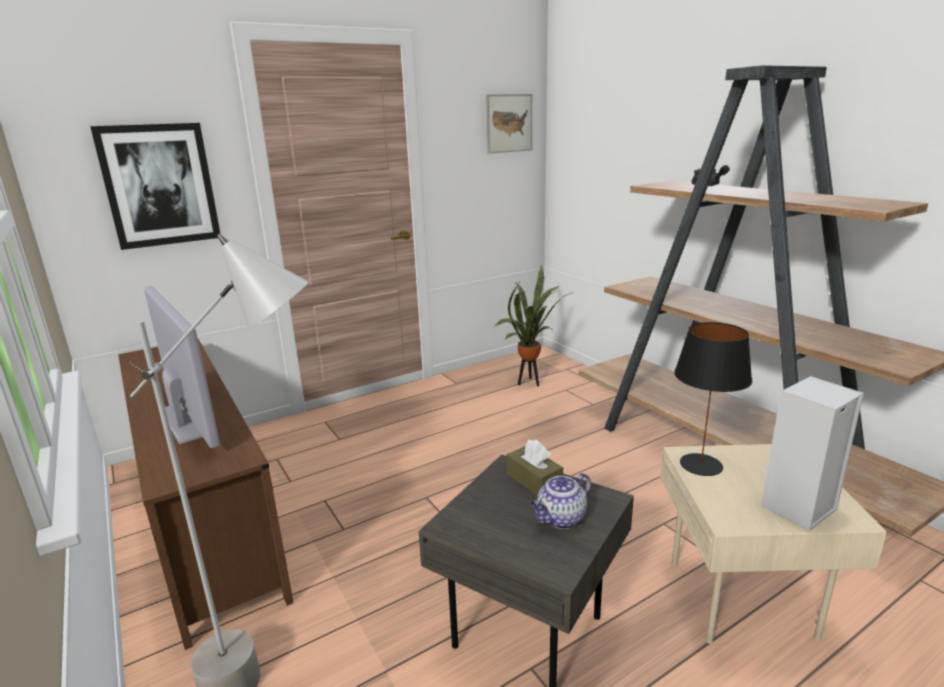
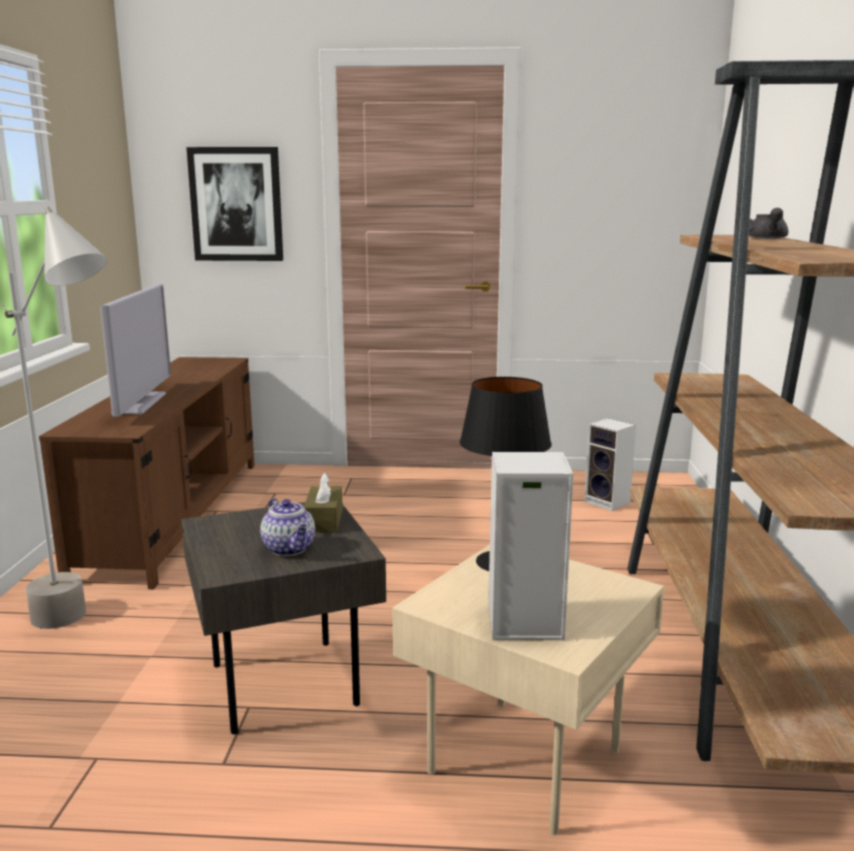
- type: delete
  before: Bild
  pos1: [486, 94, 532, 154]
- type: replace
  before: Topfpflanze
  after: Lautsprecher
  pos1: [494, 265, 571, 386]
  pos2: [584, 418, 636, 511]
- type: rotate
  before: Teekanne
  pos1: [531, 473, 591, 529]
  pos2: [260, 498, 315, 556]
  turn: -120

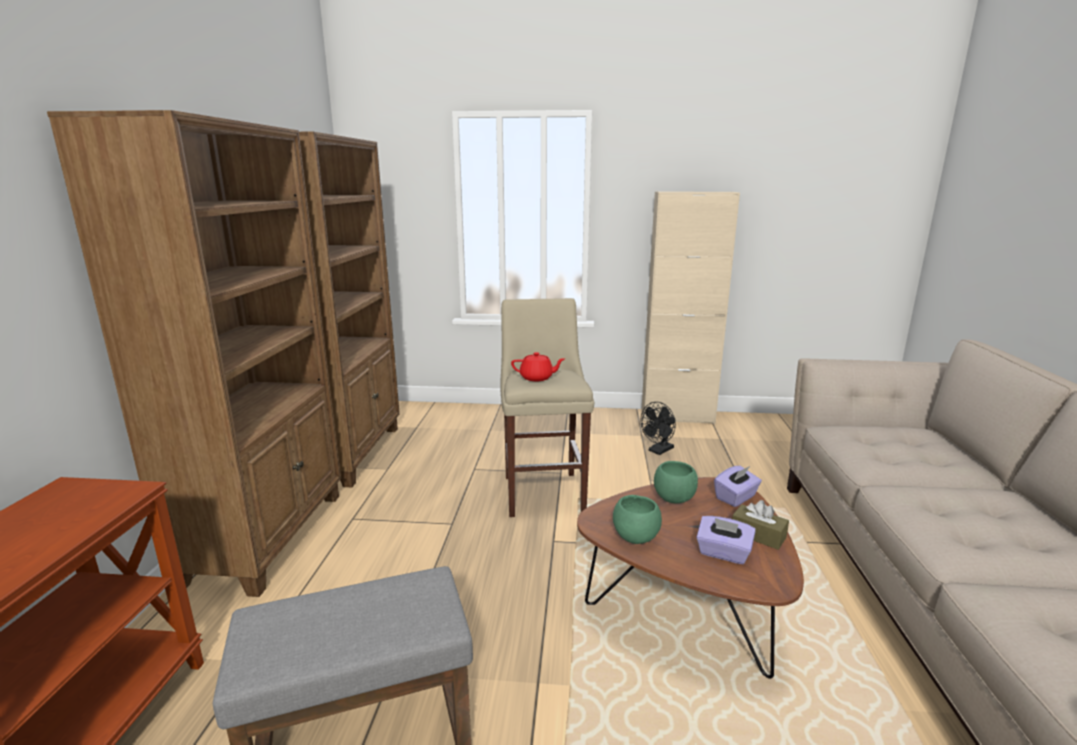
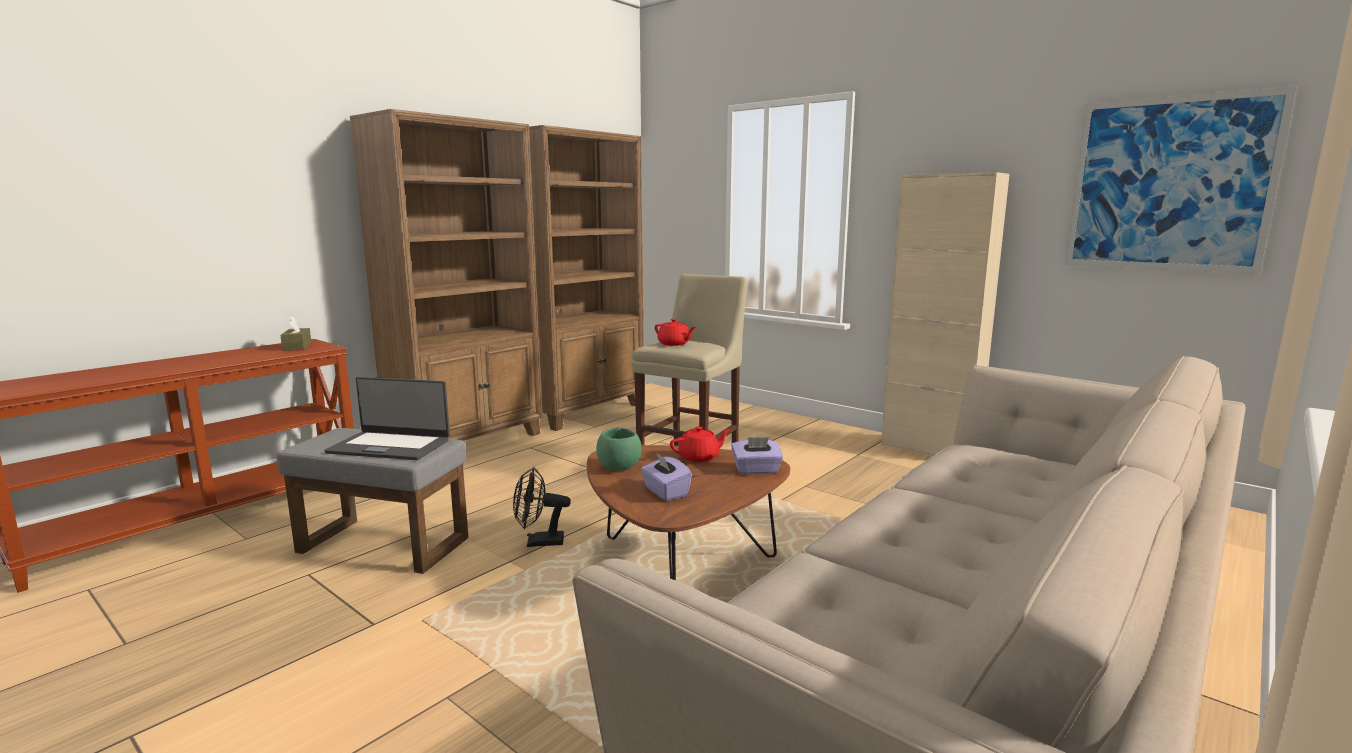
- type: move
  before: Ventilator (schwarz)
  pos1: [640, 402, 676, 455]
  pos2: [513, 467, 571, 547]
- type: replace
  before: Schüssel (grün)
  after: Teekanne (rot)
  pos1: [654, 461, 698, 504]
  pos2: [670, 426, 731, 462]
- type: move
  before: Taschentuchbox (braun)
  pos1: [732, 500, 789, 550]
  pos2: [280, 316, 312, 351]
- type: insert
  after: Laptop
  pos2: [325, 377, 450, 460]
- type: insert
  after: Bild
  pos2: [1065, 86, 1297, 274]

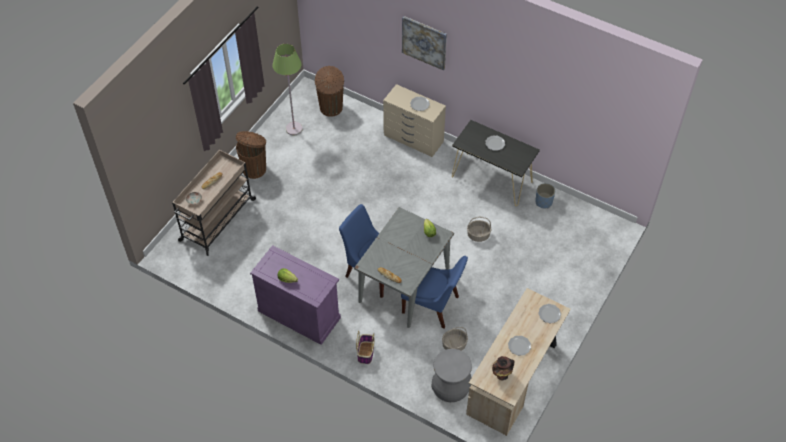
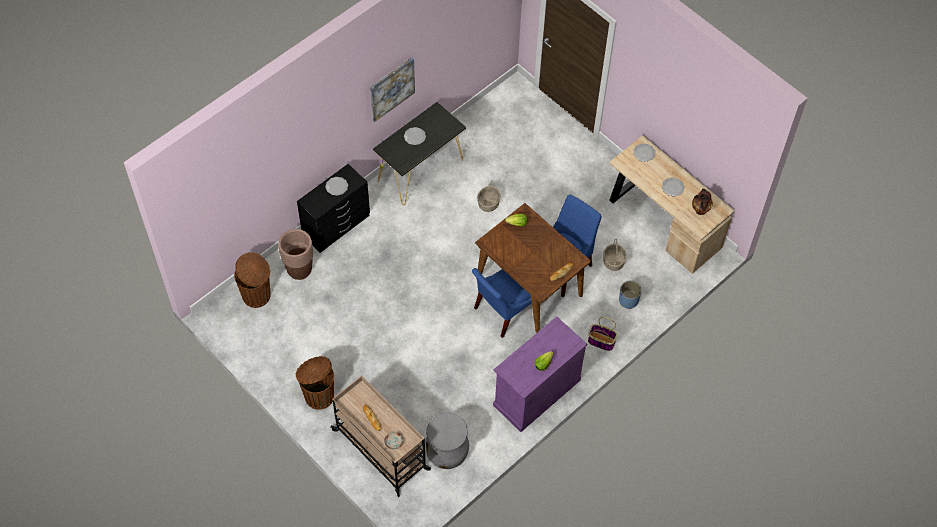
- type: delete
  before: Stehlampe (grün)
  pos1: [272, 44, 303, 135]
- type: recolor
  before: Esstisch (grau)
  after: Esstisch (braun)
  pos1: [354, 207, 454, 328]
  pos2: [475, 203, 591, 333]
- type: recolor
  before: Kommode (beige)
  after: Kommode (schwarz)
  pos1: [383, 84, 446, 157]
  pos2: [297, 164, 370, 253]
- type: move
  before: Bild
  pos1: [402, 16, 447, 70]
  pos2: [370, 57, 415, 122]
- type: move
  before: Hocker (grau)
  pos1: [432, 349, 472, 402]
  pos2: [425, 413, 469, 469]
- type: move
  before: Pflanzkübel (blau)
  pos1: [535, 183, 555, 208]
  pos2: [619, 280, 642, 309]
- type: insert
  after: Pflanzkübel (braun)
  pos2: [278, 229, 313, 280]

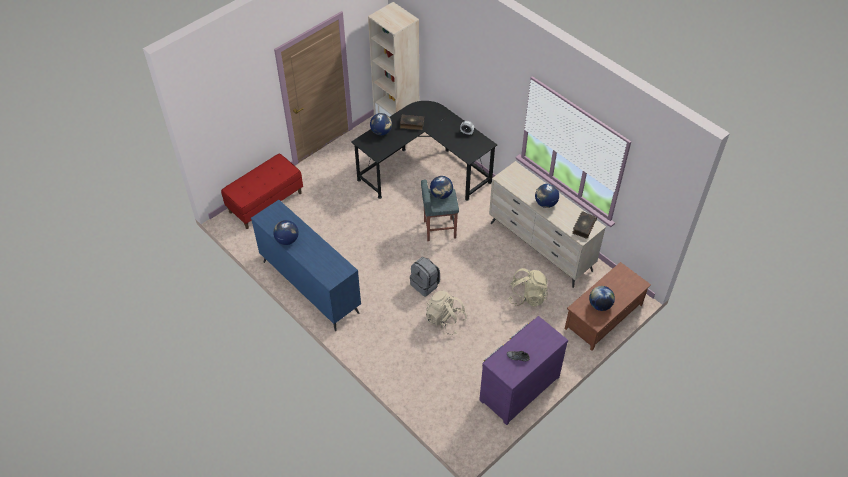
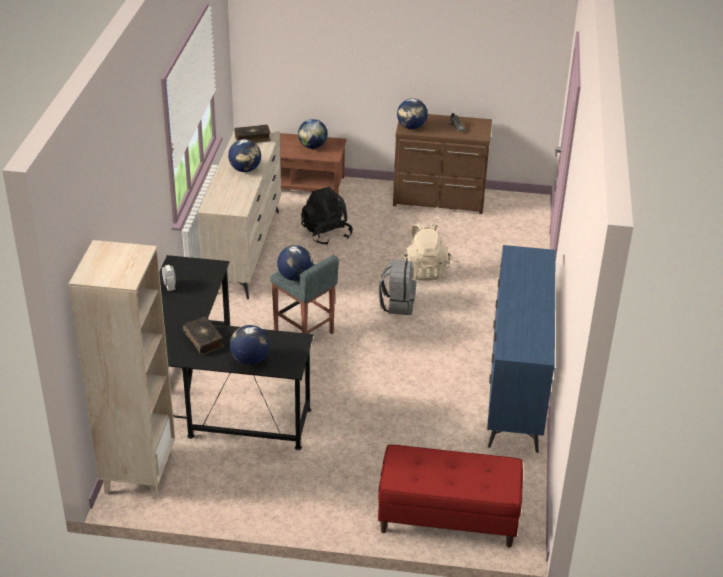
- type: move
  before: Globus
  pos1: [273, 220, 299, 245]
  pos2: [397, 98, 428, 129]
- type: recolor
  before: Kommode (lila)
  after: Kommode (braun)
  pos1: [479, 316, 568, 425]
  pos2: [393, 114, 492, 214]
- type: recolor
  before: Rucksack (beige)
  after: Rucksack (schwarz)
  pos1: [508, 268, 548, 307]
  pos2: [301, 187, 353, 245]

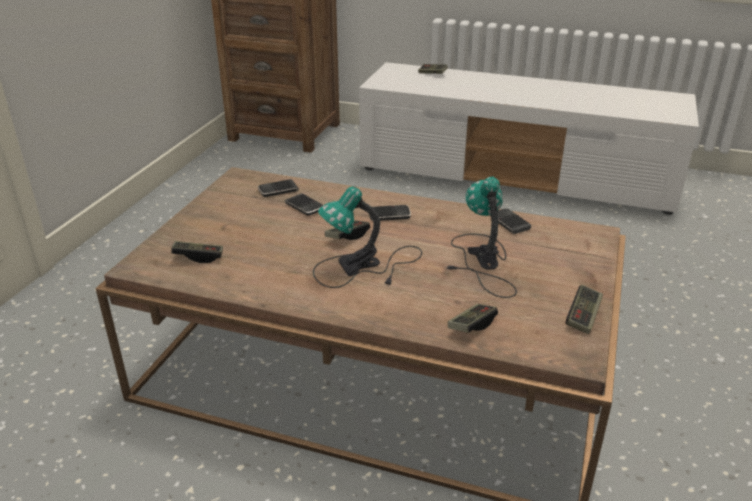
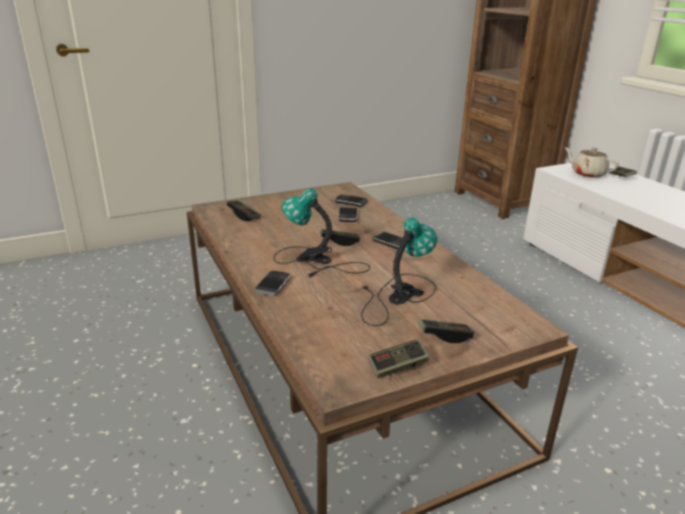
- type: move
  before: Gamepad
  pos1: [448, 304, 498, 333]
  pos2: [418, 319, 474, 343]
- type: move
  before: Handy
  pos1: [490, 209, 531, 234]
  pos2: [255, 271, 291, 296]
- type: insert
  after: Teekanne (beige)
  pos2: [564, 147, 619, 178]

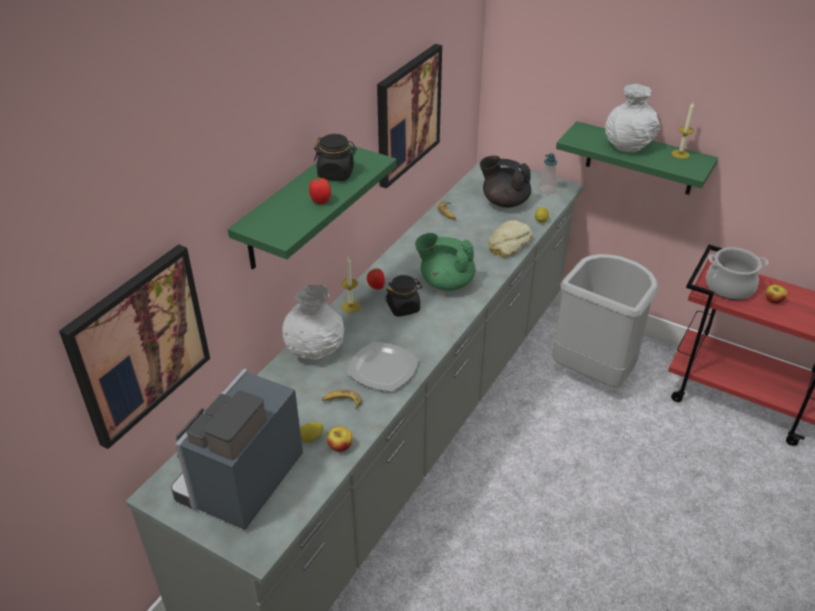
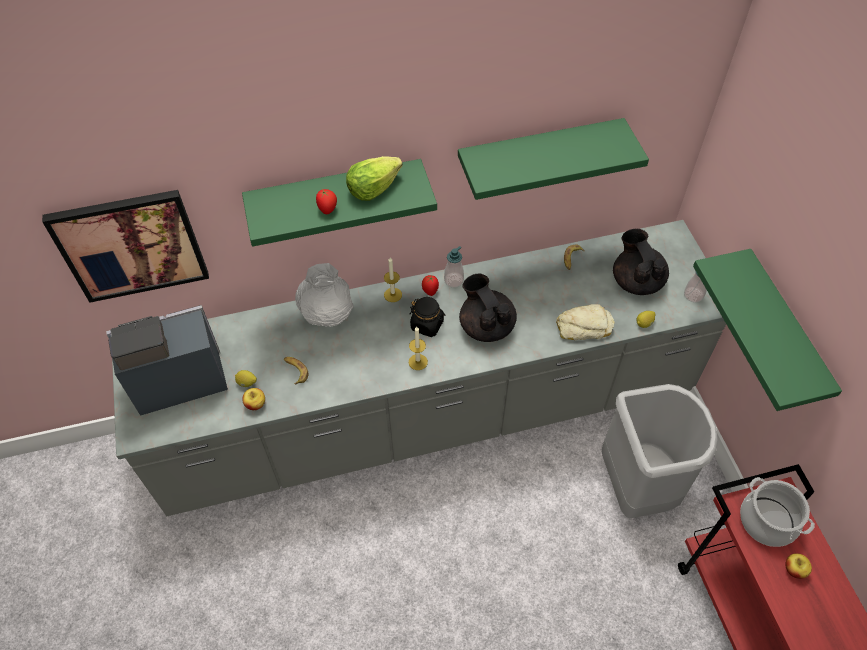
- type: replace
  before: Vorratsglas (schwarz)
  after: Salatkopf
  pos1: [314, 134, 357, 181]
  pos2: [346, 156, 403, 201]
- type: delete
  before: Teller
  pos1: [346, 341, 419, 392]
- type: replace
  before: Bild
  after: Wandregal (grün)
  pos1: [377, 44, 442, 189]
  pos2: [458, 118, 649, 200]
- type: recolor
  before: Teekanne (grün)
  after: Teekanne (schwarz)
  pos1: [415, 233, 476, 291]
  pos2: [459, 274, 517, 342]
- type: delete
  before: Vase (weiß)
  pos1: [605, 83, 661, 152]
- type: move
  before: Kerze
  pos1: [671, 102, 694, 159]
  pos2: [409, 326, 428, 370]
- type: insert
  after: Seifenspender
  pos2: [444, 246, 464, 288]

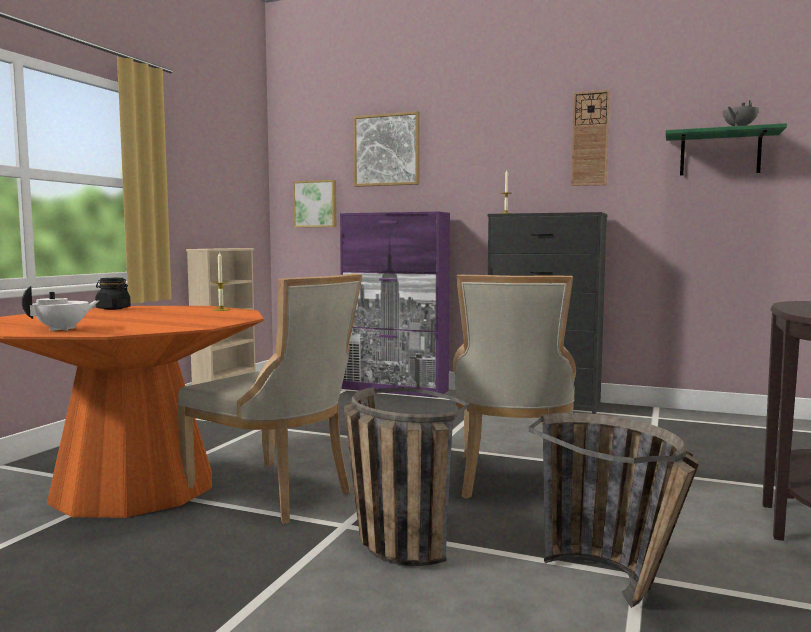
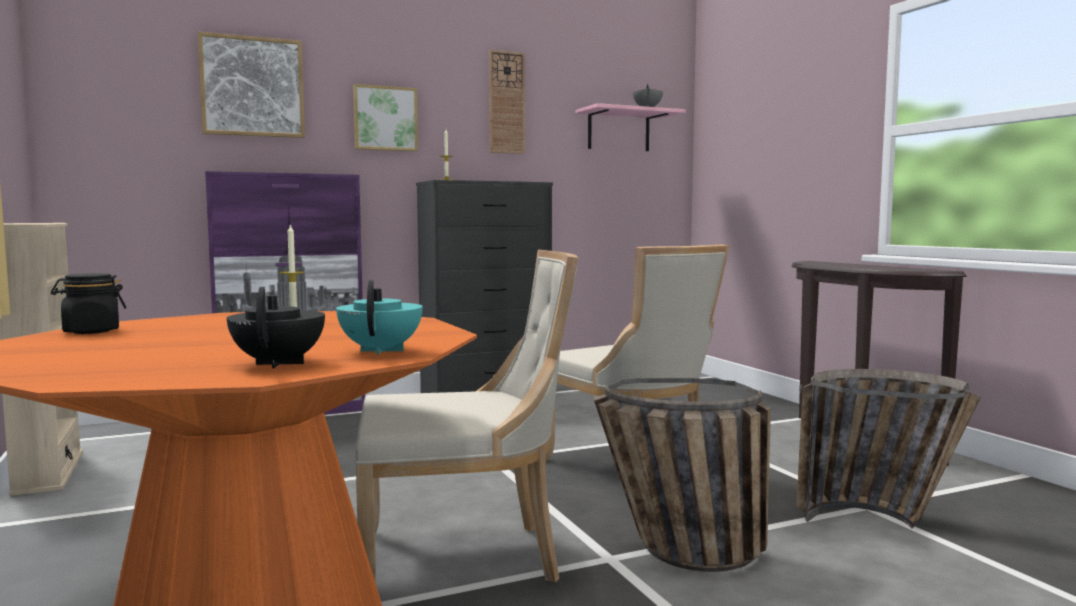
- type: recolor
  before: Teekanne (weiß)
  after: Teekanne (schwarz)
  pos1: [22, 286, 100, 331]
  pos2: [227, 287, 325, 368]
- type: move
  before: Bild
  pos1: [293, 180, 336, 227]
  pos2: [353, 84, 418, 151]
- type: recolor
  before: Wandregal (grün)
  after: Wandregal (rosa)
  pos1: [666, 123, 787, 176]
  pos2: [576, 103, 686, 151]
- type: insert
  after: Teekanne (türkis)
  pos2: [336, 280, 423, 355]

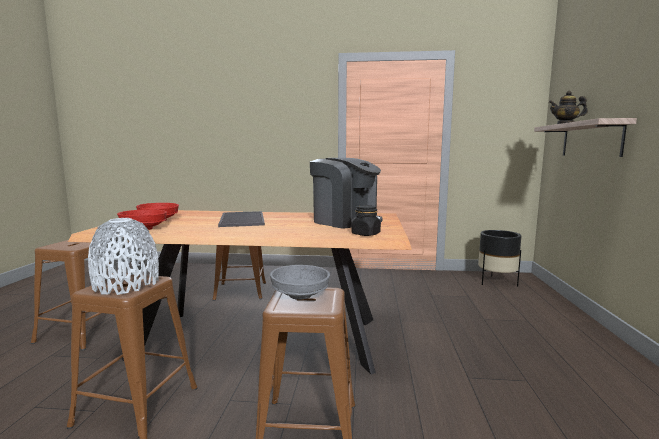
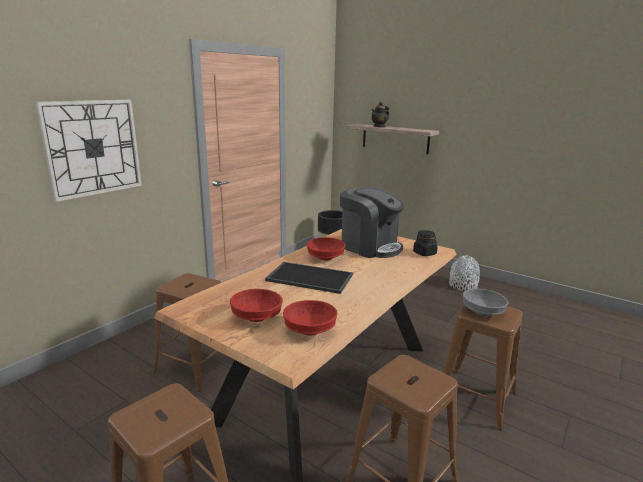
- type: move
  before: Vase (grau)
  pos1: [88, 218, 159, 295]
  pos2: [449, 256, 480, 291]
- type: rotate
  before: Kaffeemaschine
  pos1: [310, 158, 383, 229]
  pos2: [340, 187, 404, 258]
  turn: 60
- type: insert
  after: Wanduhr
  pos2: [35, 100, 142, 202]
- type: insert
  after: Schüssel (rot)
  pos2: [307, 237, 345, 261]

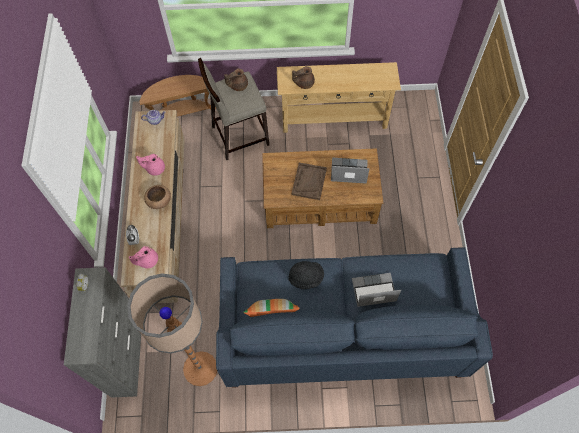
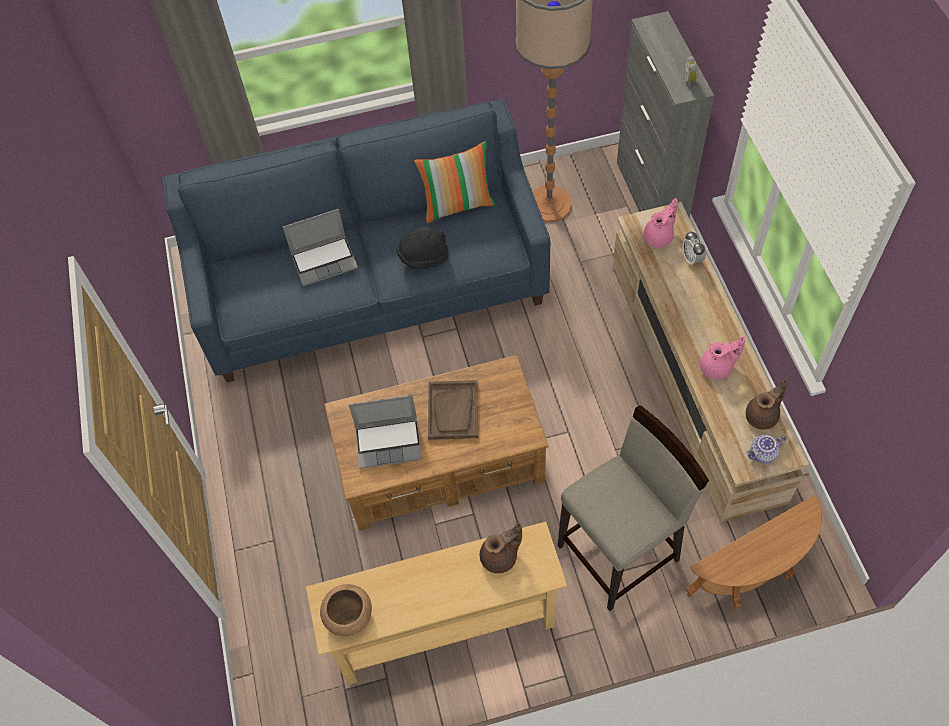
- type: move
  before: Schüssel (braun)
  pos1: [144, 185, 171, 209]
  pos2: [320, 584, 372, 636]
- type: move
  before: Teekanne (braun)
  pos1: [224, 68, 248, 91]
  pos2: [746, 379, 788, 430]

